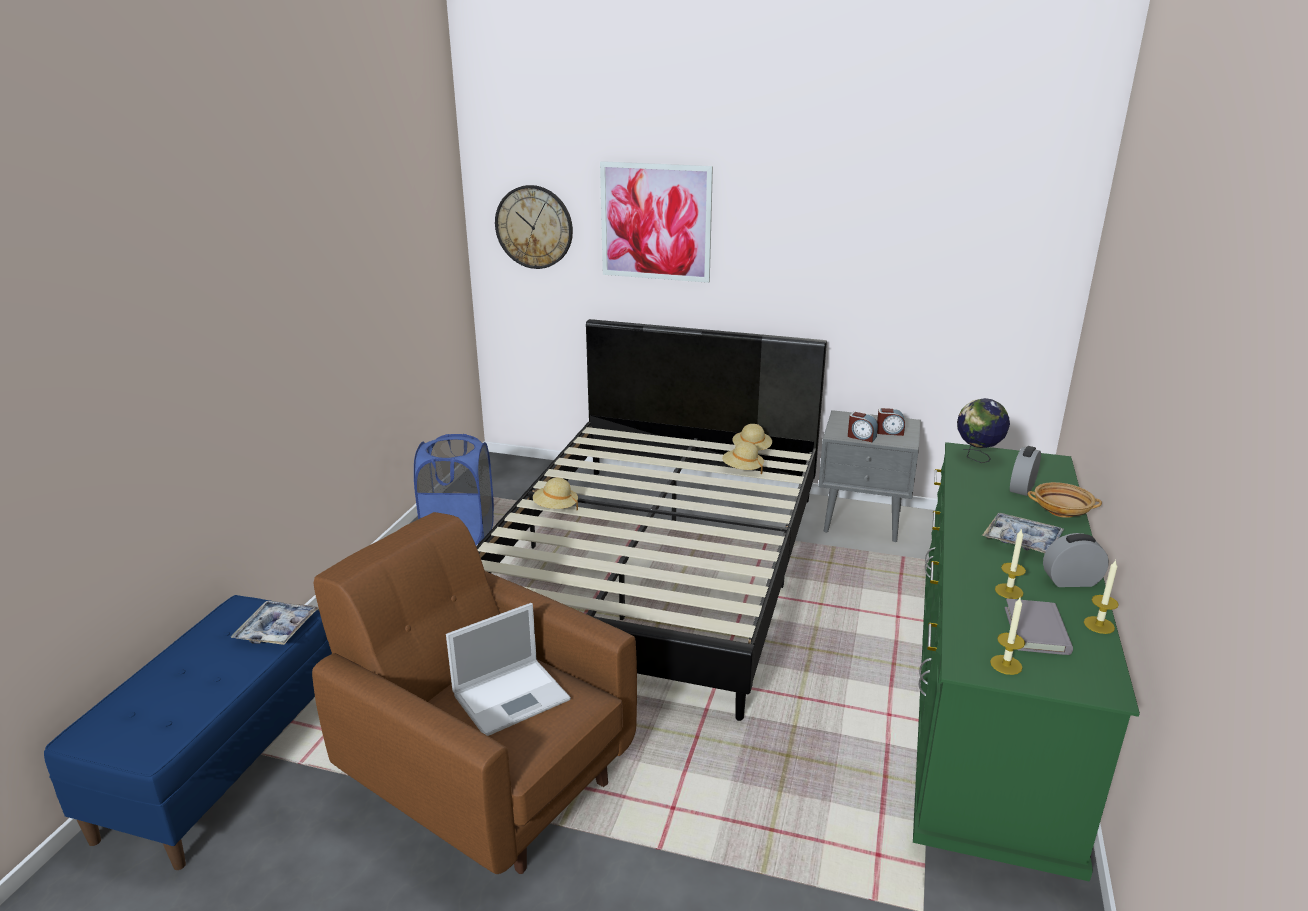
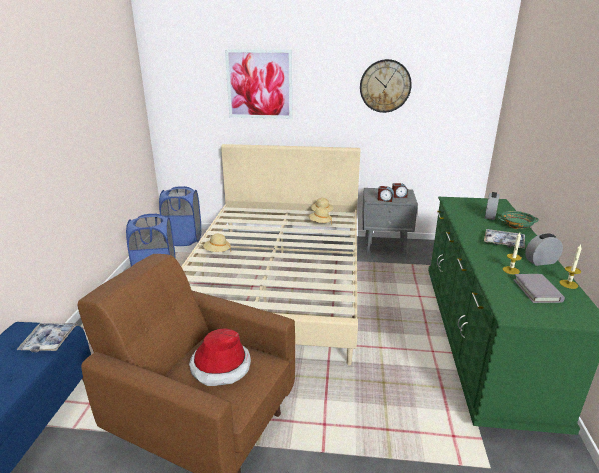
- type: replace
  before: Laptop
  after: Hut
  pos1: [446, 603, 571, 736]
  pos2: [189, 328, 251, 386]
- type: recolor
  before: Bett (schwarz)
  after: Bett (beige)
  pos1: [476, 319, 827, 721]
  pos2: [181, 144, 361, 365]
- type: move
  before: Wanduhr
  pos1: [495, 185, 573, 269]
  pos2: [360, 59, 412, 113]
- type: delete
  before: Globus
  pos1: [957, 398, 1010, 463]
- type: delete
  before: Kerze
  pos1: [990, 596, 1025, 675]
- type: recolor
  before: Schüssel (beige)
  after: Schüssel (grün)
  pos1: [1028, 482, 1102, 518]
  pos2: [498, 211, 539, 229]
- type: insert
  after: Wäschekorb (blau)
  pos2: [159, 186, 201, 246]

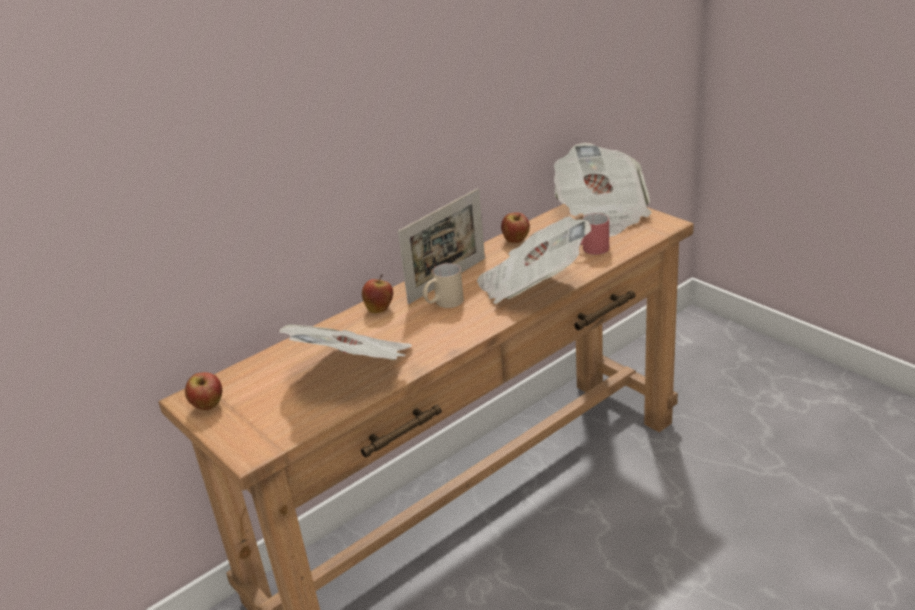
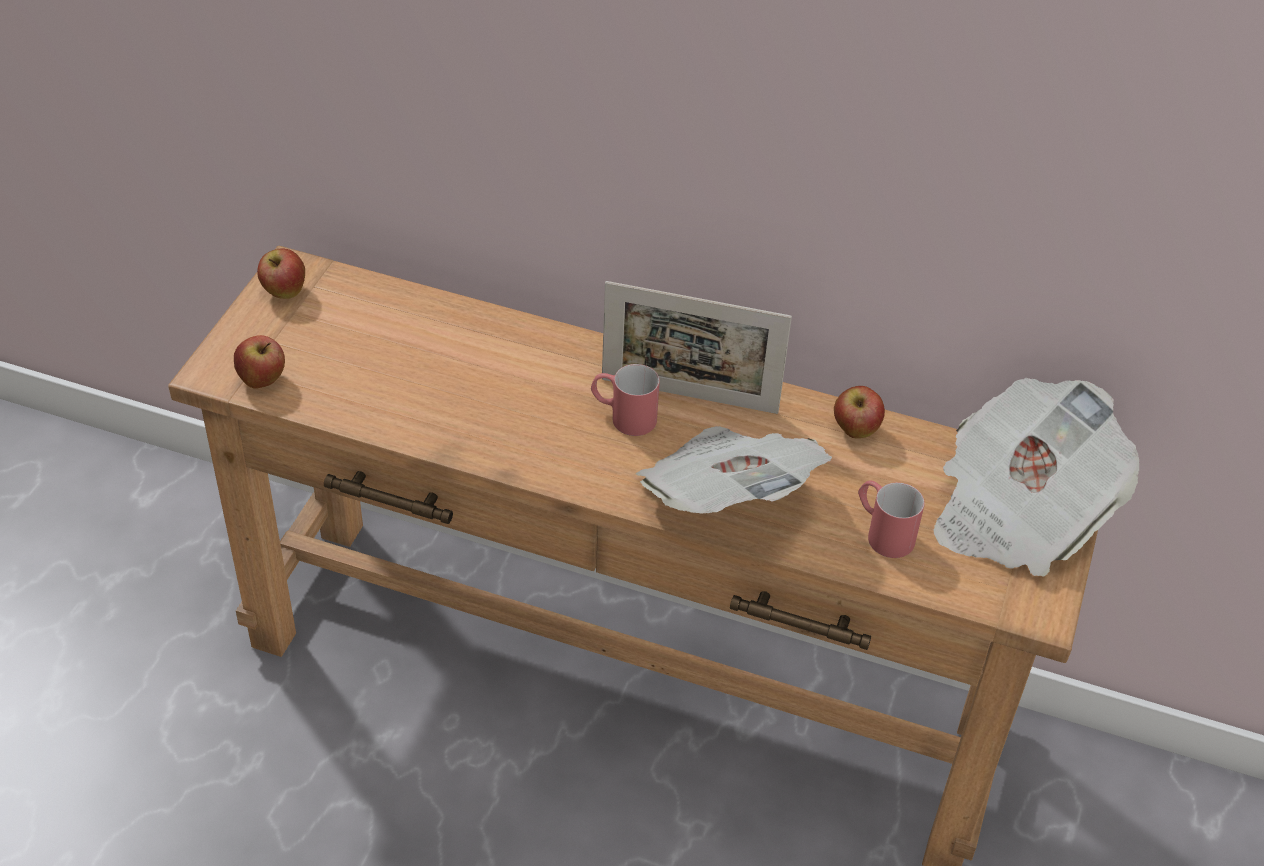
- type: delete
  before: Zeitung
  pos1: [279, 325, 412, 360]
- type: move
  before: Apfel
  pos1: [362, 275, 393, 313]
  pos2: [234, 335, 285, 389]
- type: recolor
  before: Henkelbecher (beige)
  after: Henkelbecher (rot)
  pos1: [423, 263, 464, 308]
  pos2: [591, 364, 660, 436]

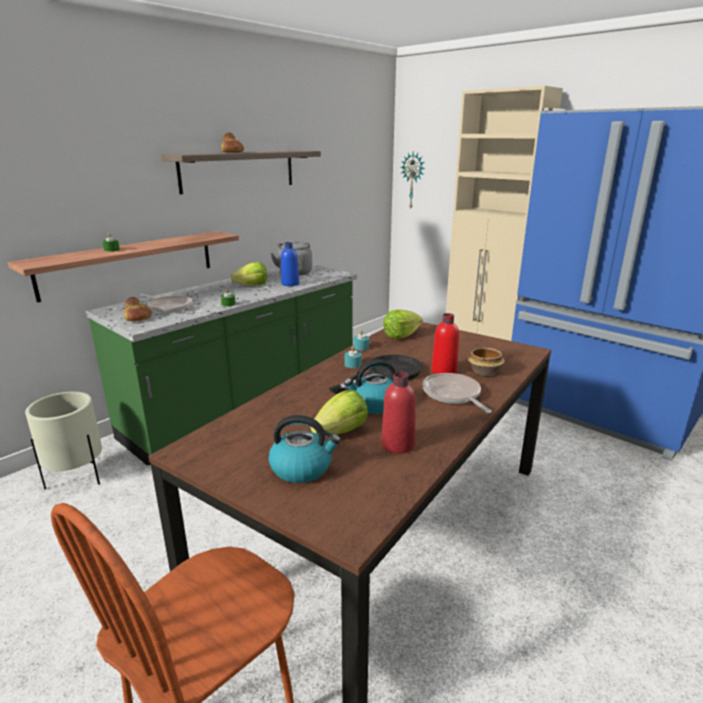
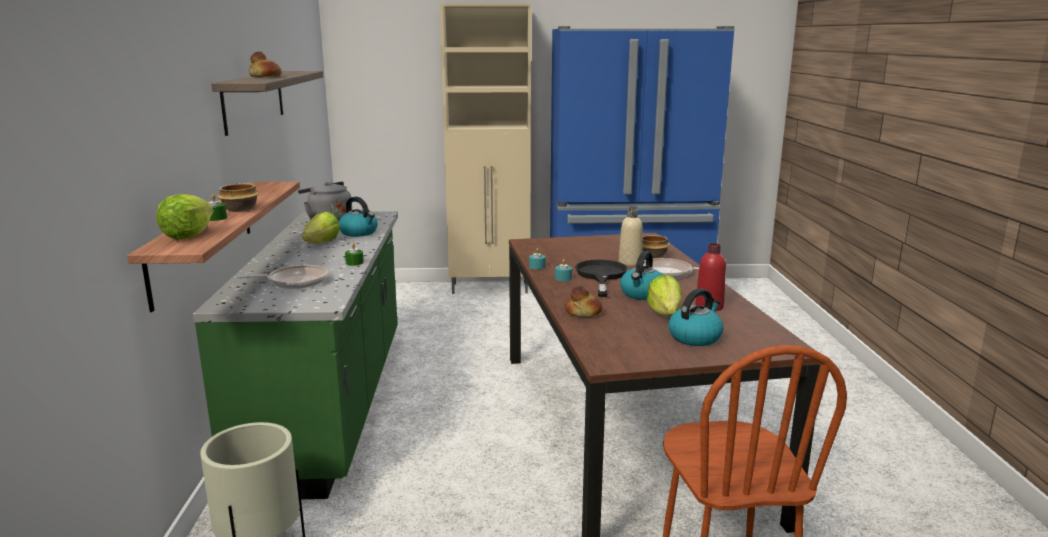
- type: move
  before: Brot
  pos1: [123, 297, 152, 321]
  pos2: [565, 286, 602, 317]
- type: replace
  before: Flasche (blau)
  after: Wasserkessel
  pos1: [281, 242, 299, 286]
  pos2: [339, 197, 378, 237]
- type: move
  before: Salatkopf
  pos1: [383, 309, 423, 339]
  pos2: [157, 194, 214, 240]
- type: delete
  before: Wanduhr
  pos1: [401, 152, 425, 210]
- type: recolor
  before: Flasche (rot)
  after: Flasche (beige)
  pos1: [432, 313, 459, 374]
  pos2: [619, 209, 643, 266]
- type: insert
  after: Schüssel
  pos2: [217, 183, 260, 212]

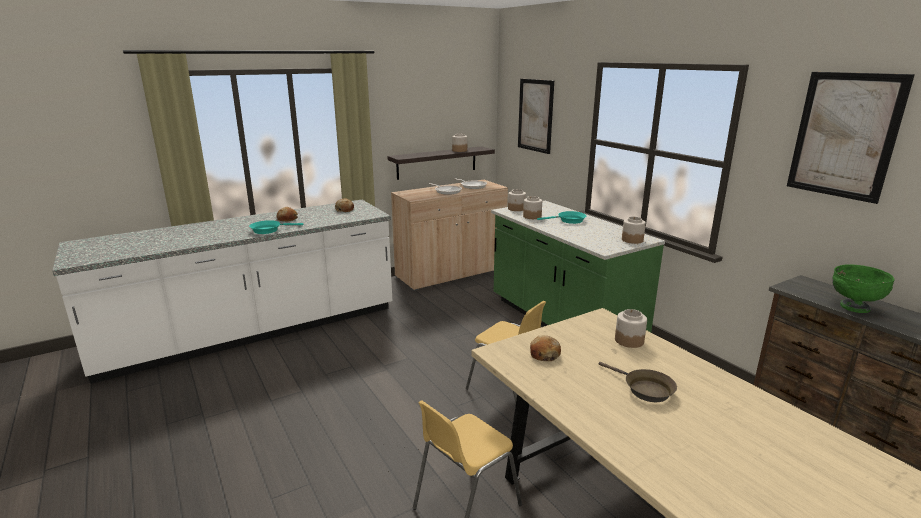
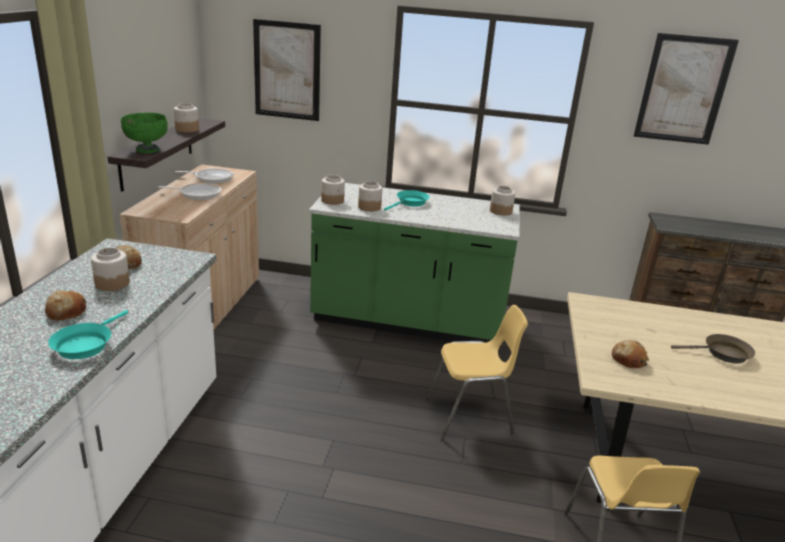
- type: move
  before: Vorratsglas
  pos1: [615, 309, 647, 348]
  pos2: [91, 247, 130, 291]
- type: move
  before: Schüssel (grün)
  pos1: [832, 265, 895, 313]
  pos2: [120, 113, 168, 153]

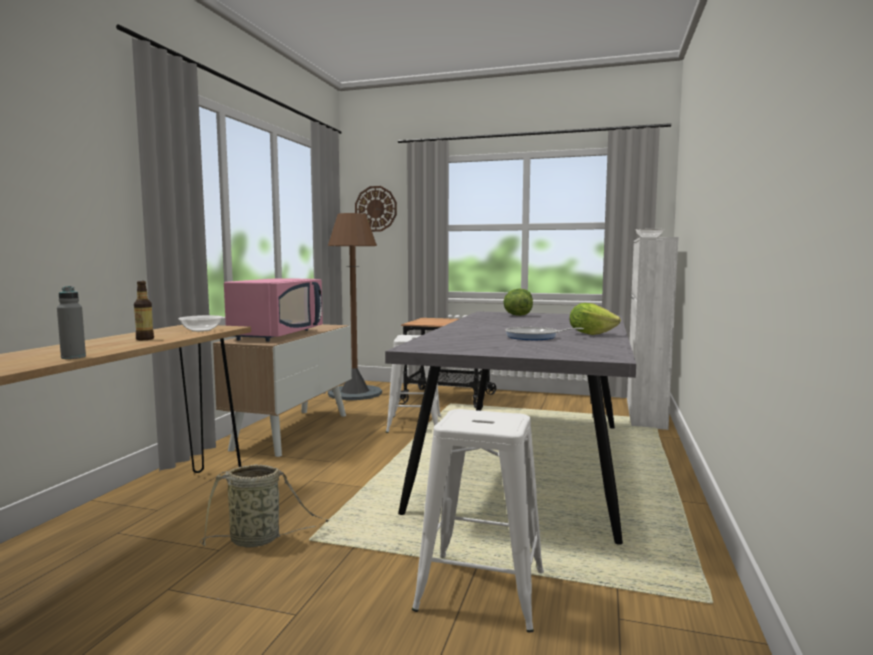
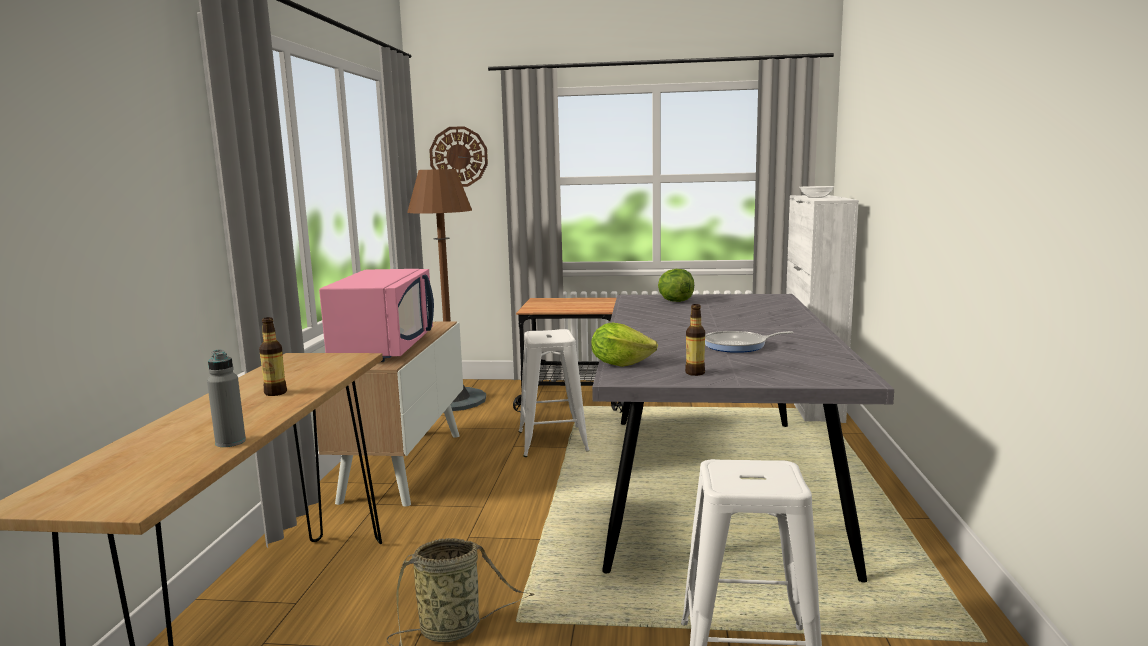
- type: delete
  before: Schüssel
  pos1: [178, 315, 223, 332]
- type: move
  before: Salatkopf
  pos1: [570, 303, 621, 335]
  pos2: [591, 323, 658, 367]
- type: insert
  after: Flasche
  pos2: [685, 304, 705, 376]

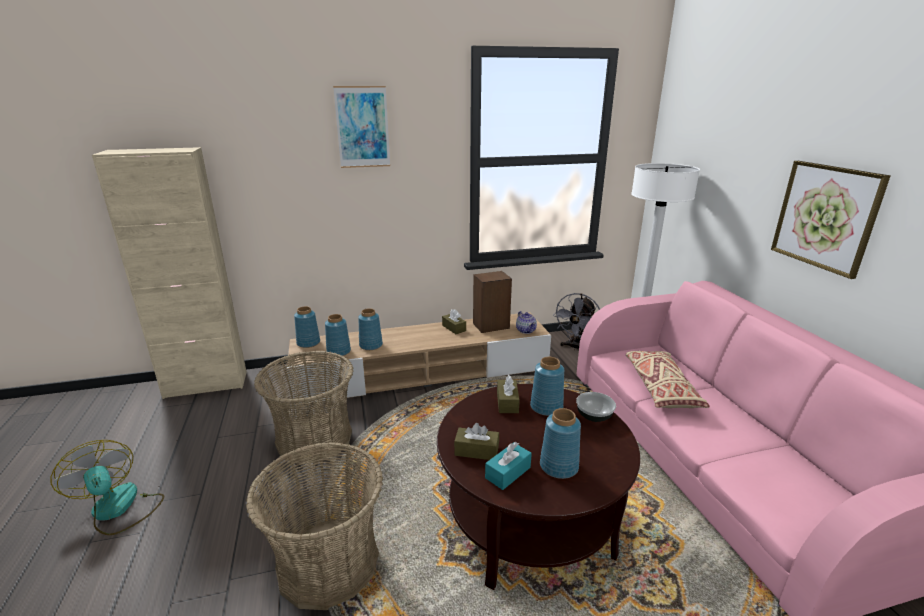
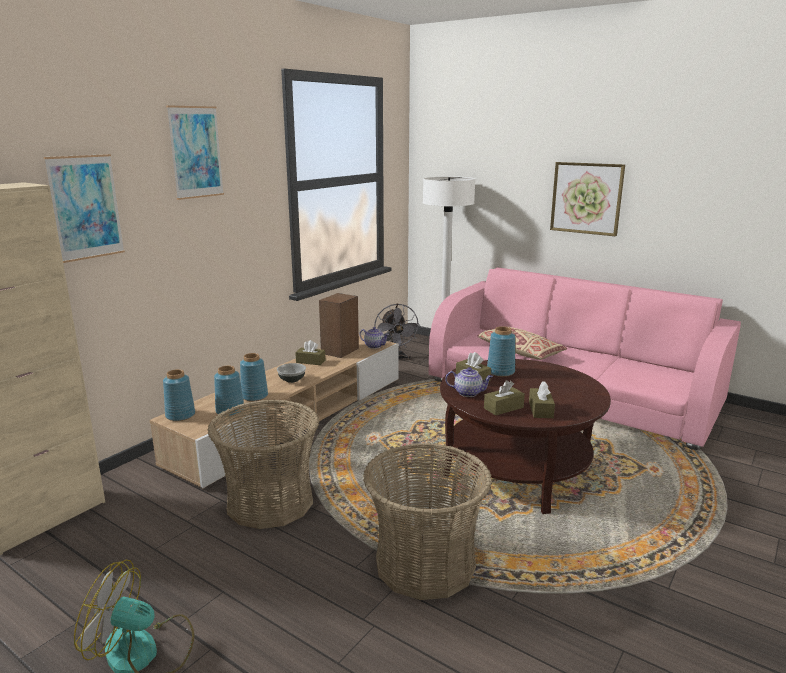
- type: recolor
  before: Taschentuchbox (türkis)
  after: Taschentuchbox (braun)
  pos1: [485, 442, 532, 490]
  pos2: [529, 381, 555, 418]
- type: delete
  before: Vase (blau)
  pos1: [540, 408, 581, 479]
- type: move
  before: Schüssel
  pos1: [576, 392, 616, 422]
  pos2: [277, 363, 306, 383]
- type: insert
  after: Bild
  pos2: [44, 154, 125, 263]
- type: insert
  after: Teekanne
  pos2: [445, 367, 493, 397]

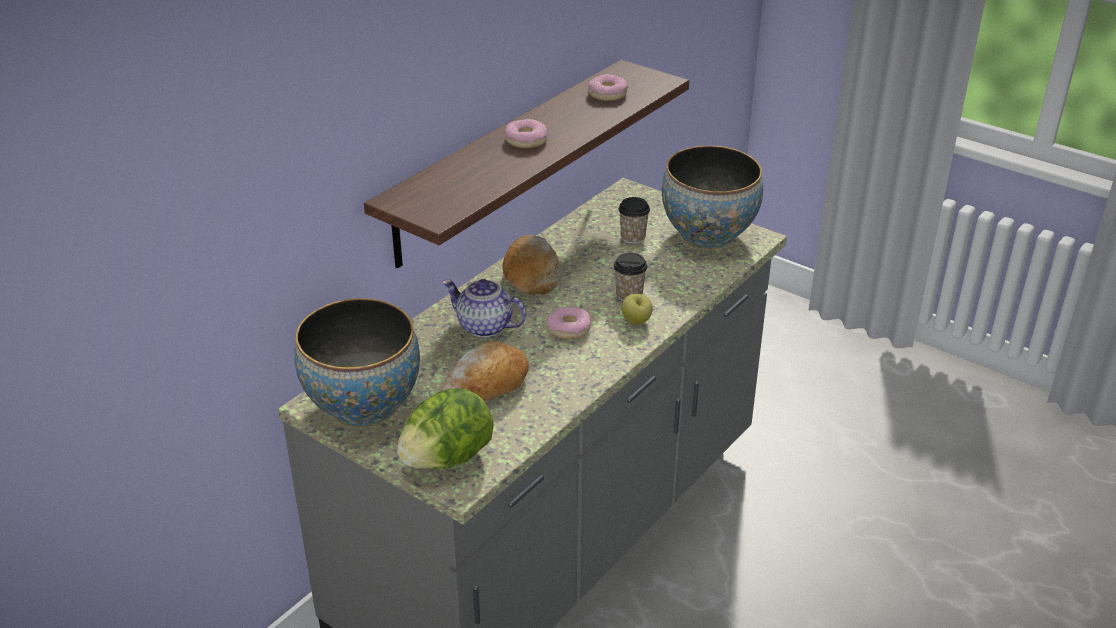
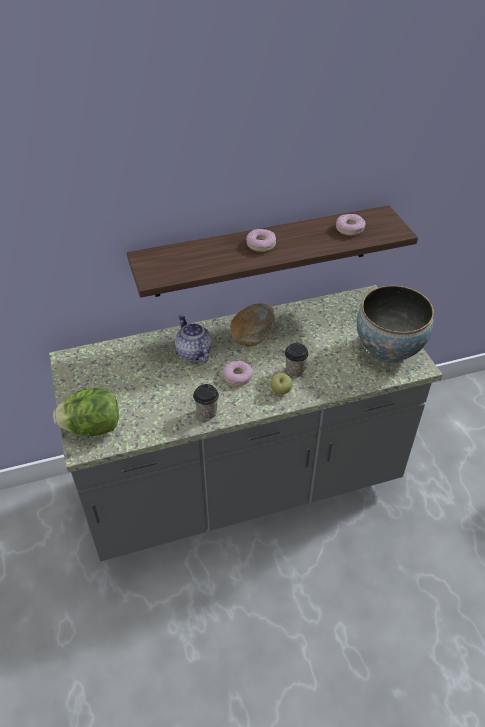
- type: delete
  before: Schüssel
  pos1: [294, 298, 420, 427]
- type: delete
  before: Brot
  pos1: [441, 341, 529, 401]
- type: move
  before: Tasse
  pos1: [619, 197, 650, 244]
  pos2: [193, 384, 219, 420]

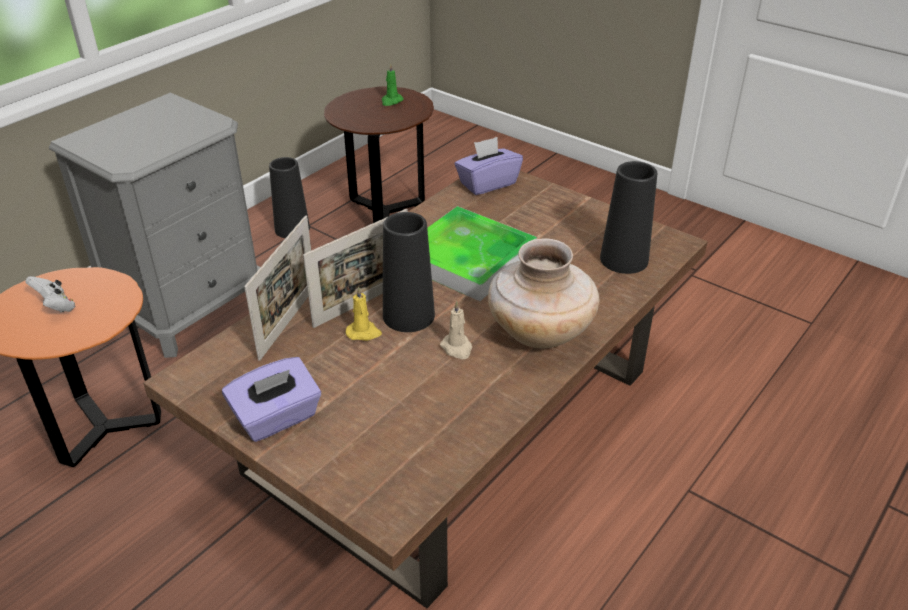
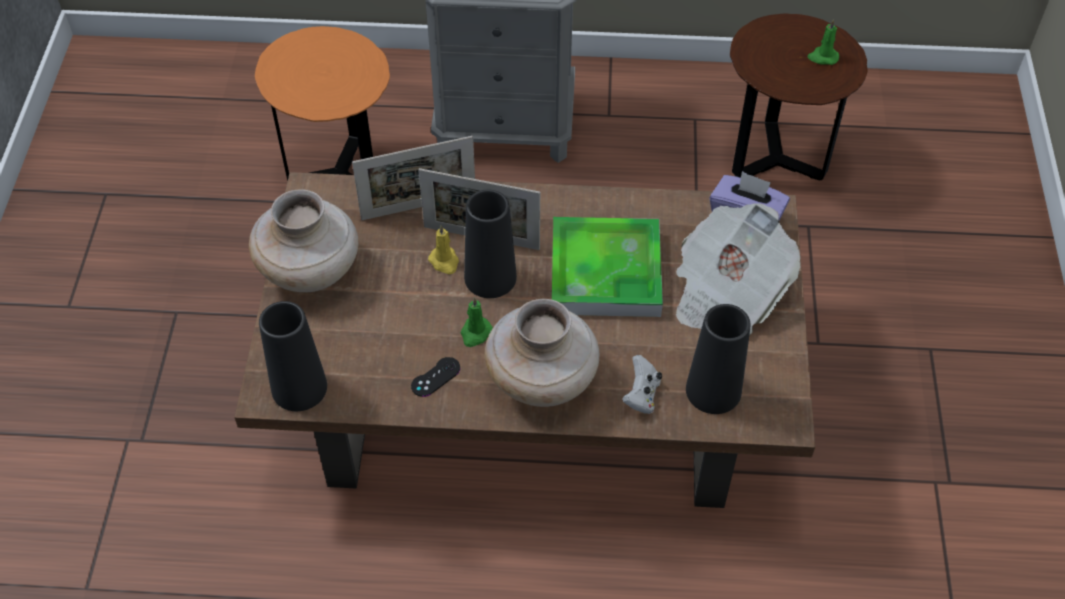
- type: move
  before: Gamepad (weiß)
  pos1: [26, 276, 76, 312]
  pos2: [622, 355, 662, 414]
- type: replace
  before: Taschentuchbox (lila)
  after: Vase (beige)
  pos1: [222, 357, 321, 442]
  pos2: [249, 189, 358, 292]
- type: move
  before: Vase (schwarz)
  pos1: [269, 157, 310, 238]
  pos2: [259, 301, 327, 411]
- type: recolor
  before: Kerze (beige)
  after: Kerze (grün)
  pos1: [440, 301, 472, 359]
  pos2: [461, 297, 493, 347]
- type: insert
  after: Gamepad (schwarz)
  pos2: [411, 357, 460, 397]
- type: insert
  after: Zeitung
  pos2: [676, 203, 800, 336]

